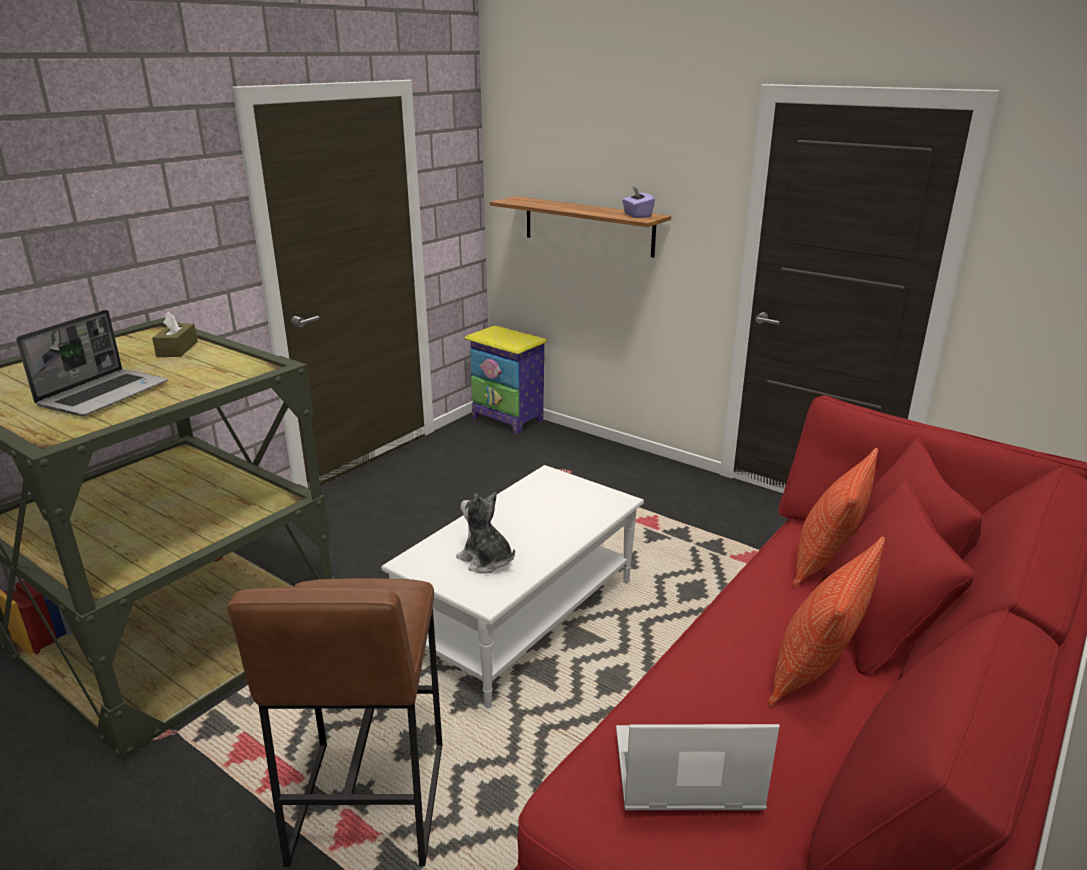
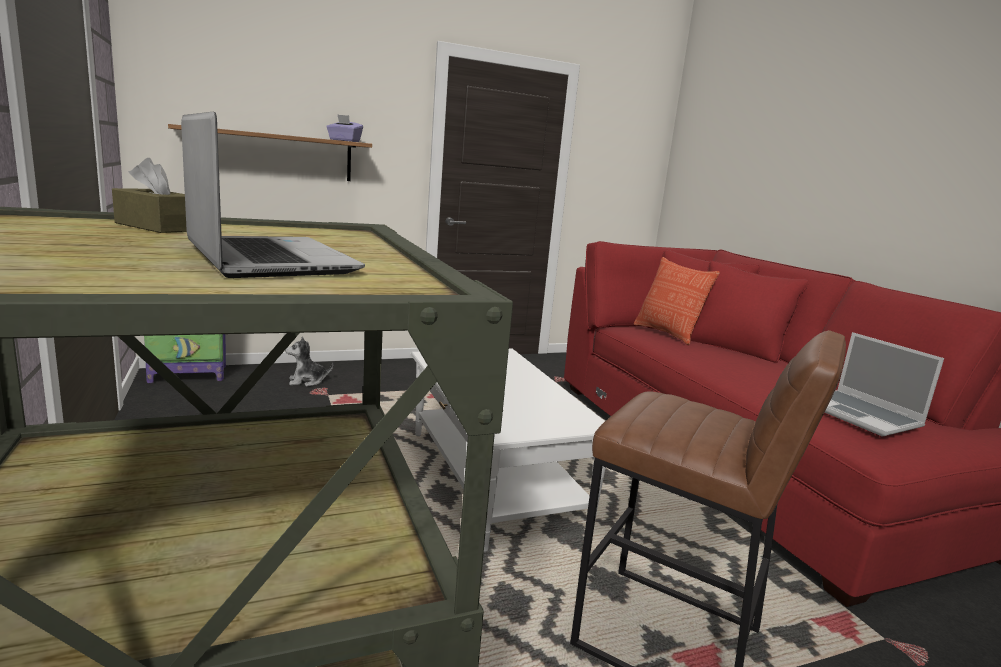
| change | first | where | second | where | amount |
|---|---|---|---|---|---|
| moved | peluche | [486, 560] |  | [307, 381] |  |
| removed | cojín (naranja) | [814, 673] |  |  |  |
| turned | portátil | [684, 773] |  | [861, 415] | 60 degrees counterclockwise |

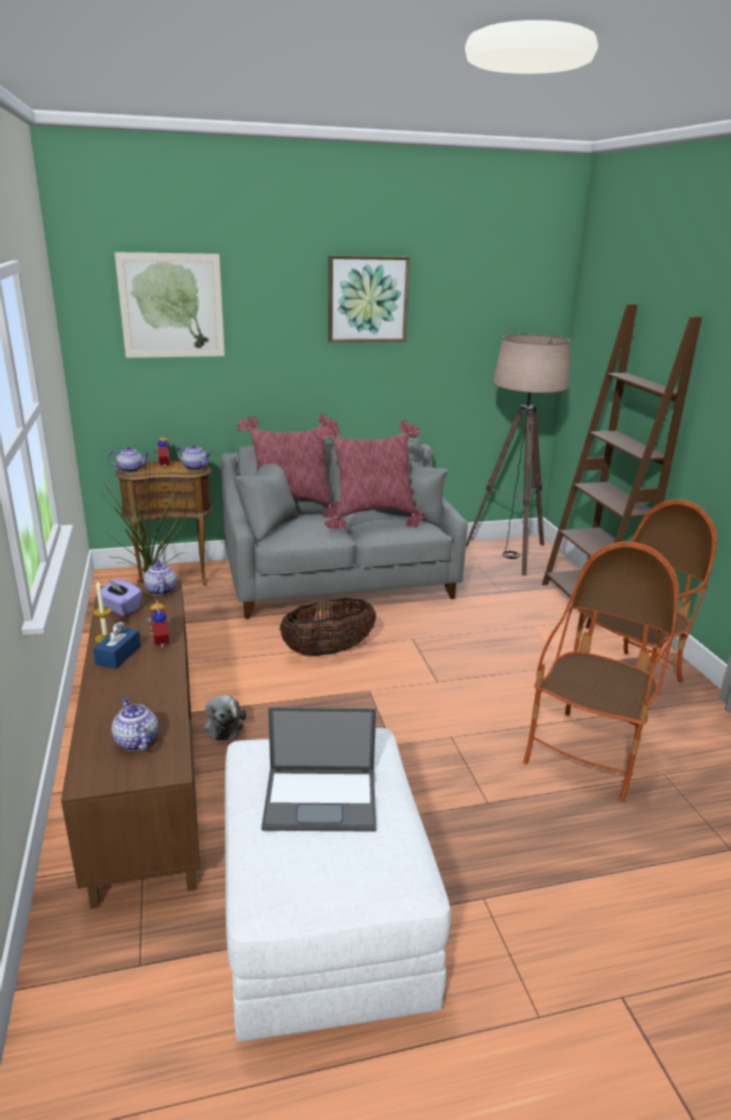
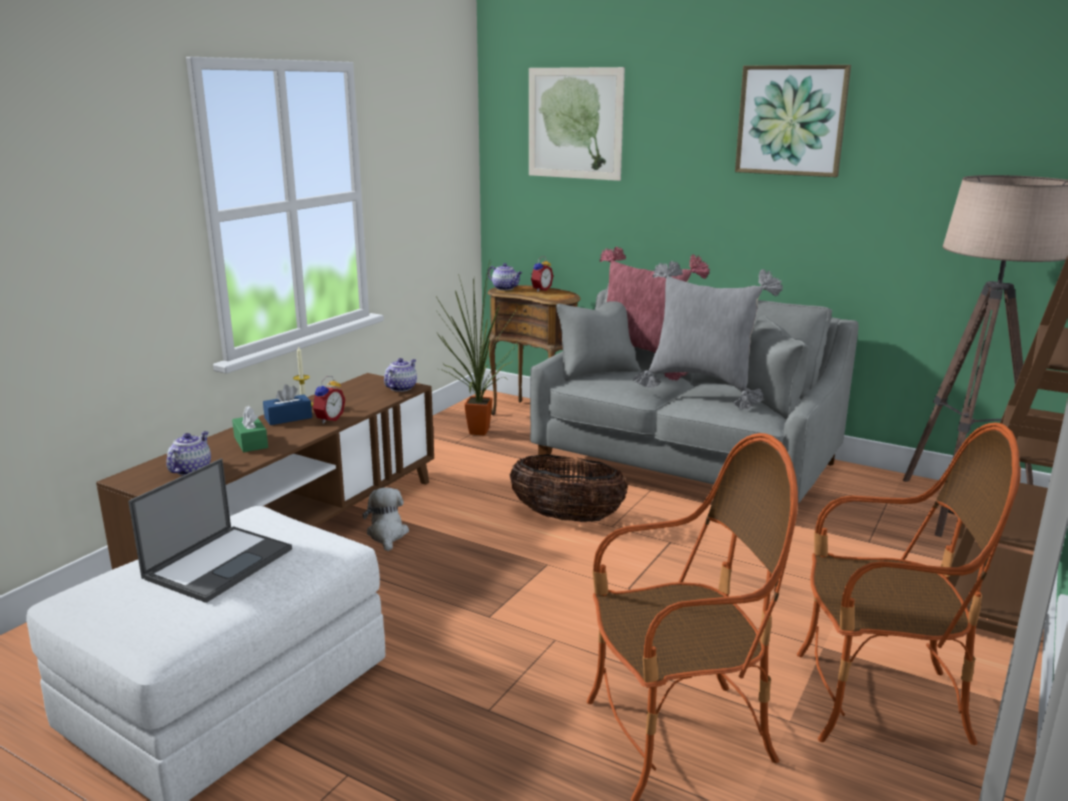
| change | first | where | second | where | amount |
|---|---|---|---|---|---|
| recoloured | cojín (rojo) | [371, 523] | cojín (gris) | [701, 394] |  |
| removed | tetera | [195, 467] |  |  |  |
| removed | caja de pañuelos (morado) | [120, 608] |  |  |  |
| turned | peluche | [224, 725] |  | [387, 534] | 135 degrees clockwise |
| turned | portátil | [322, 798] |  | [219, 562] | 105 degrees counterclockwise |
| added |  |  | caja de pañuelos (verde) | [251, 442] |  |

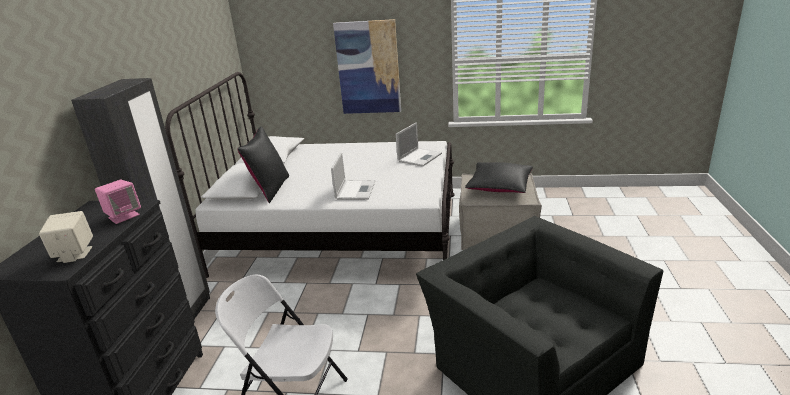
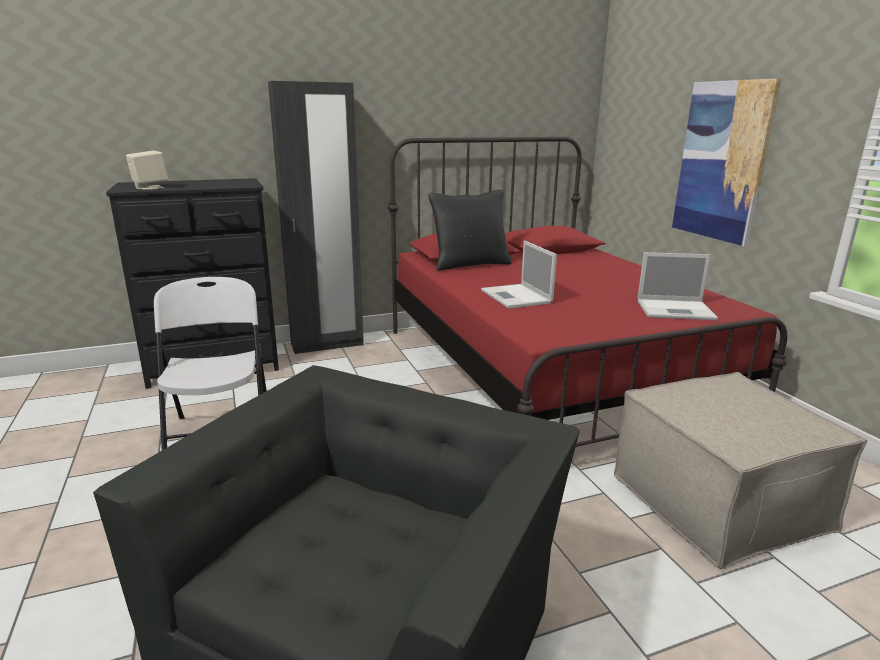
| change | first | where | second | where | amount |
|---|---|---|---|---|---|
| recoloured | cama (blanco) | [341, 232] | cama (rojo) | [549, 371] |  |
| turned | portátil | [355, 190] |  | [517, 297] | 90 degrees clockwise |
| removed | cojín (negro) | [499, 186] |  |  |  |
| removed | altavoz (rosa) | [124, 216] |  |  |  |

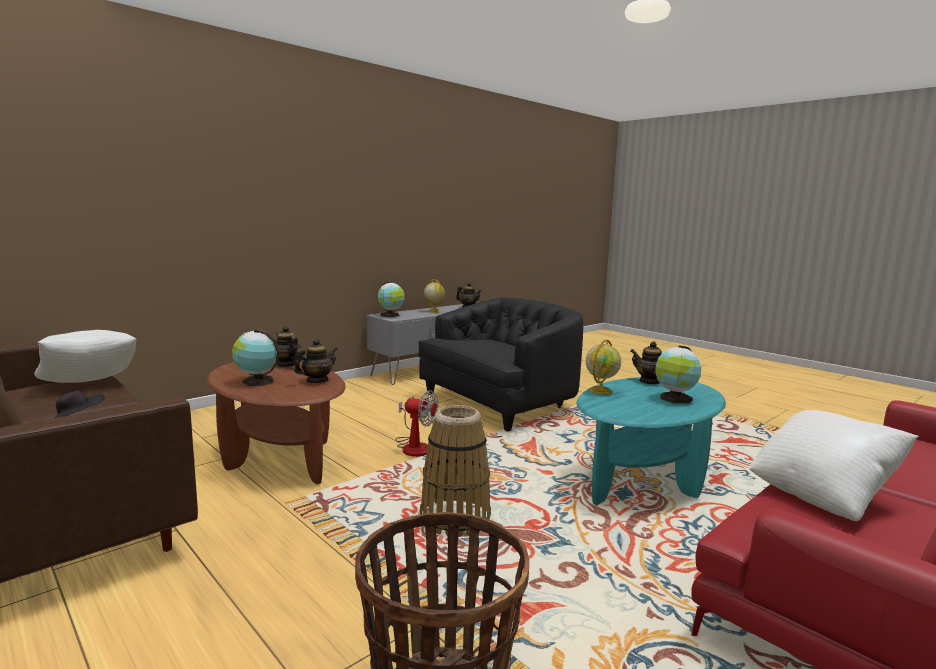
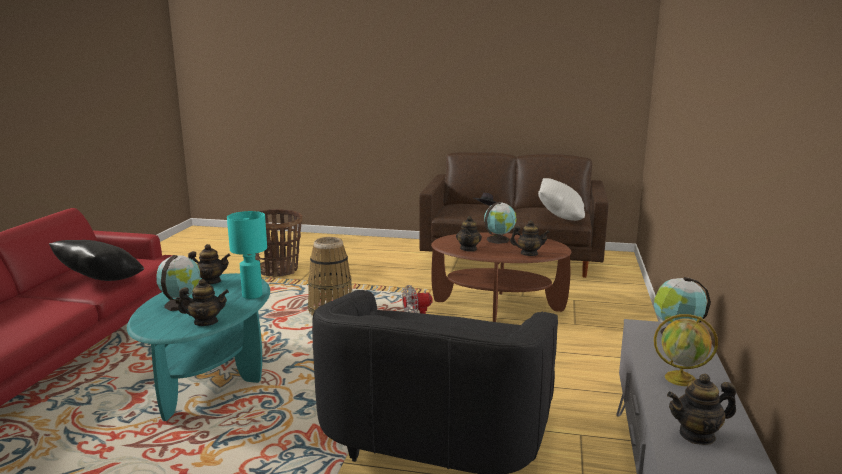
| change | first | where | second | where | amount |
|---|---|---|---|---|---|
| replaced | globo terráqueo | [600, 391] | lámpara de mesa (turquesa) | [252, 295] |  |
| recoloured | cojín (blanco) | [822, 494] | cojín (negro) | [101, 282] |  |
| added |  |  | tetera | [210, 282] |  |

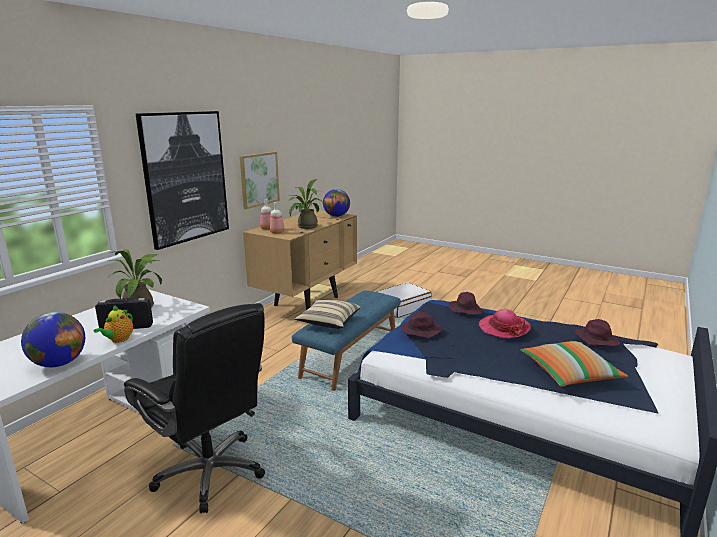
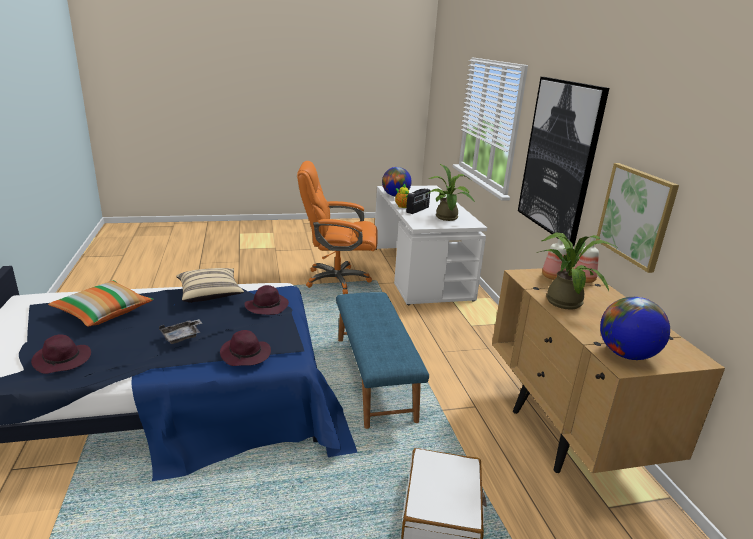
| change | first | where | second | where | amount |
|---|---|---|---|---|---|
| moved | cojín (beis) | [328, 322] |  | [210, 294] |  |
| recoloured | silla de oficina (negro) | [208, 470] | silla de oficina (naranja) | [338, 280] |  |
| replaced | sombrero | [503, 328] | bandeja (gris) | [182, 336] |  |

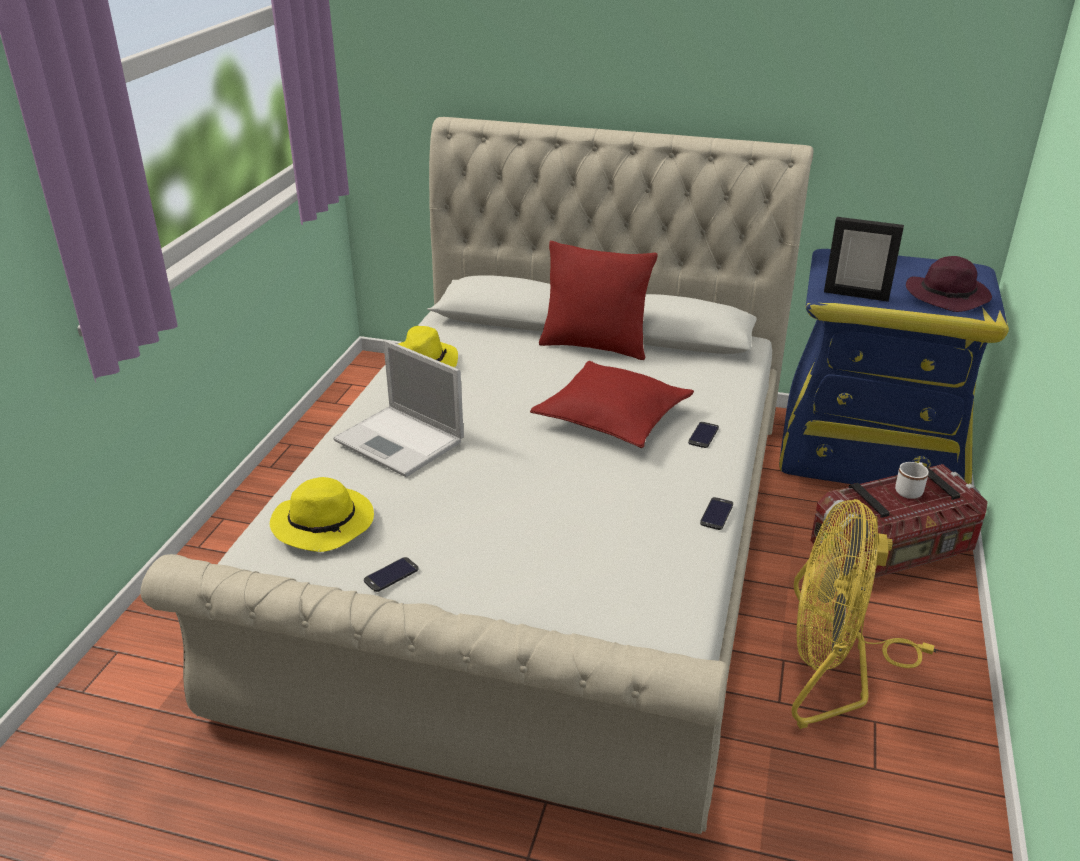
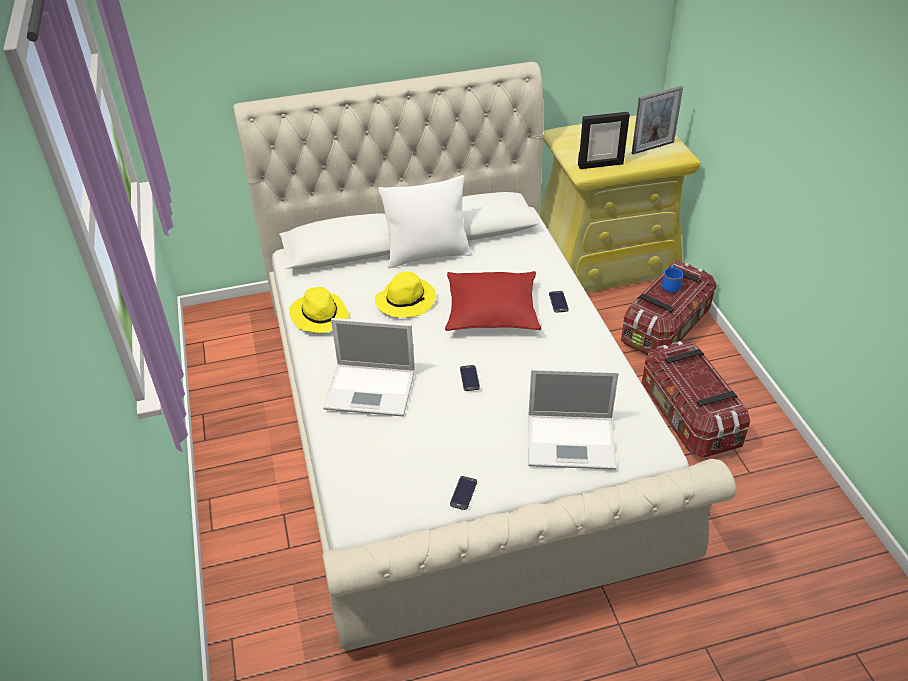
| change | first | where | second | where | amount |
|---|---|---|---|---|---|
| recoloured | cojín (rojo) | [594, 346] | cojín (blanco) | [427, 255] |  |
| recoloured | mesita de noche (azul) | [872, 456] | mesita de noche (amarillo) | [607, 261] |  |
| replaced | sombrero (morado) | [948, 296] | portarretratos | [652, 147] |  |
| recoloured | taza grande (blanco) | [910, 490] | taza grande (azul) | [670, 286] |  |
| moved | sombrero (amarillo) | [325, 523] |  | [406, 300] |  |
| moved | móvil | [716, 514] |  | [469, 378] |  |
| replaced | ventilador (amarillo) | [837, 663] | caja de almacenaje | [687, 416] |  |
| added |  |  | portátil | [572, 441] |  |

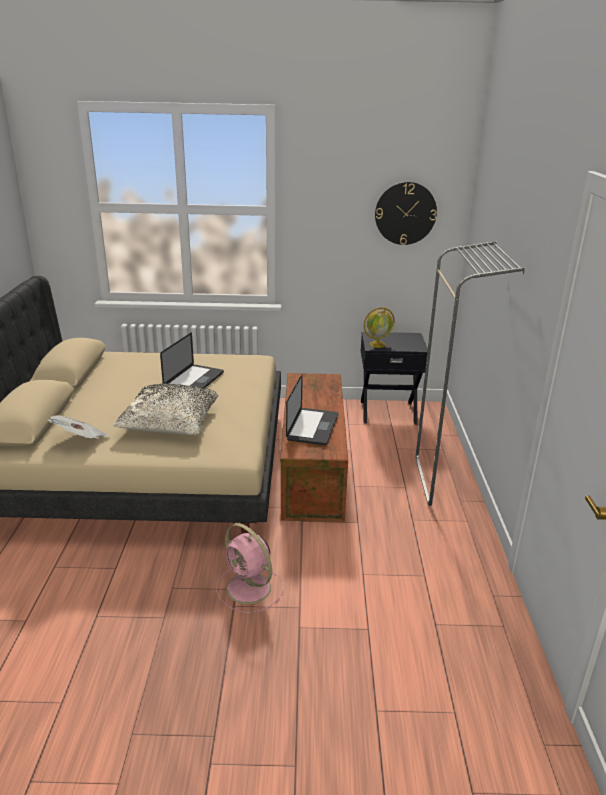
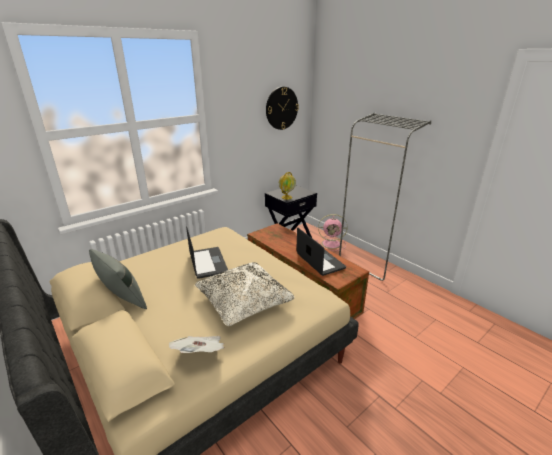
| change | first | where | second | where | amount |
|---|---|---|---|---|---|
| moved | ventilador (rosa) | [250, 589] |  | [332, 244] |  |
| added |  |  | cojín (gris) | [123, 301] |  |

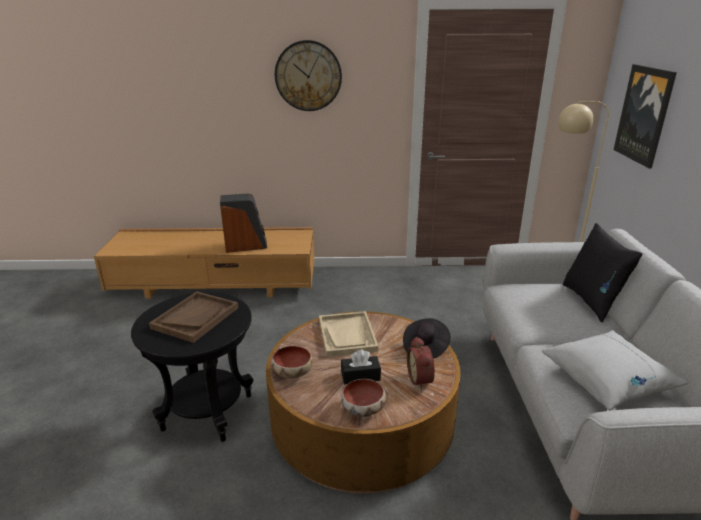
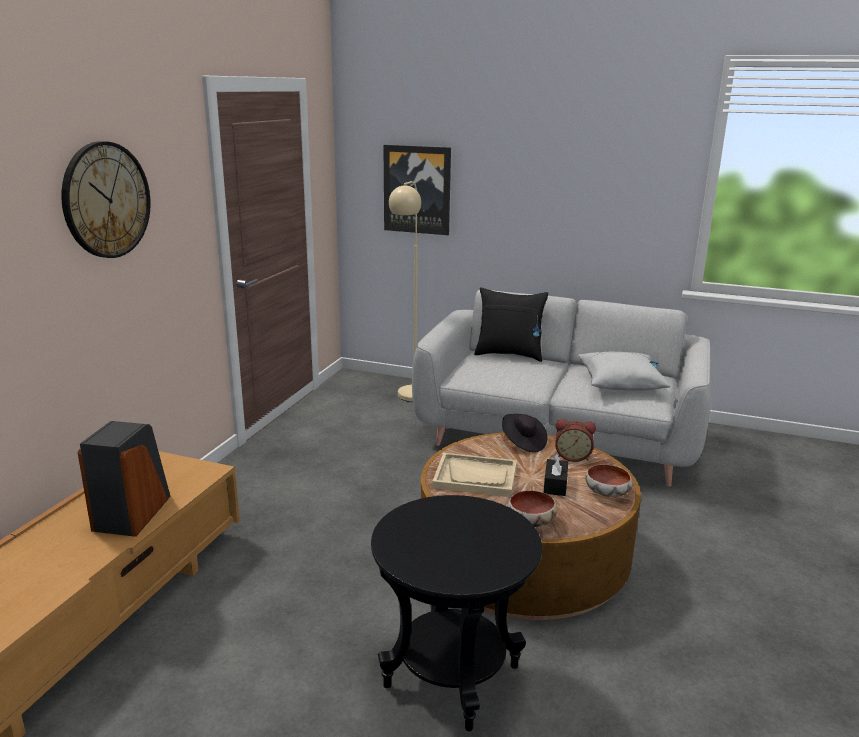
| change | first | where | second | where | amount |
|---|---|---|---|---|---|
| removed | bandeja (marrón) | [195, 318] |  |  |  |

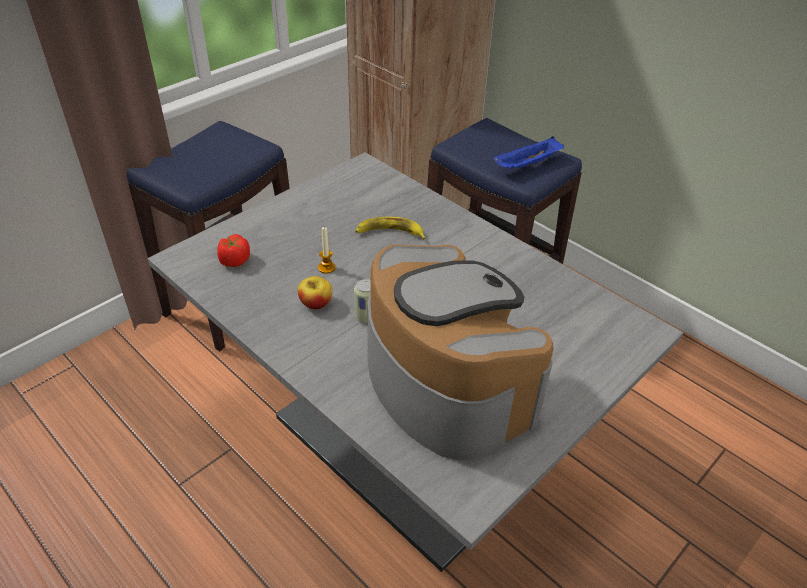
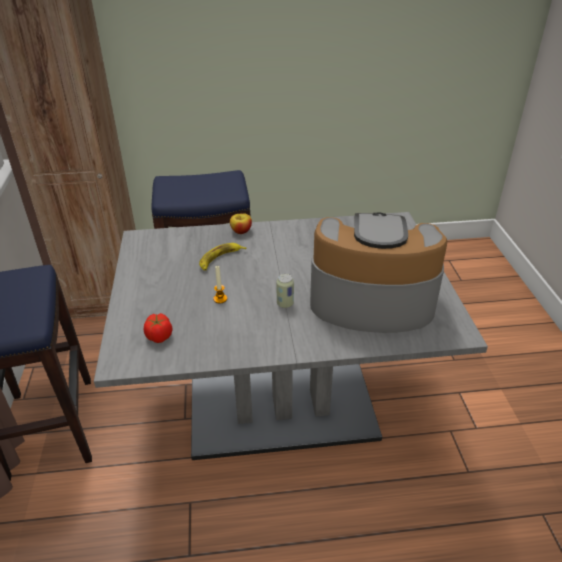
| change | first | where | second | where | amount |
|---|---|---|---|---|---|
| removed | bandeja (azul) | [527, 165] |  |  |  |
| moved | manzana | [316, 303] |  | [241, 231] |  |

